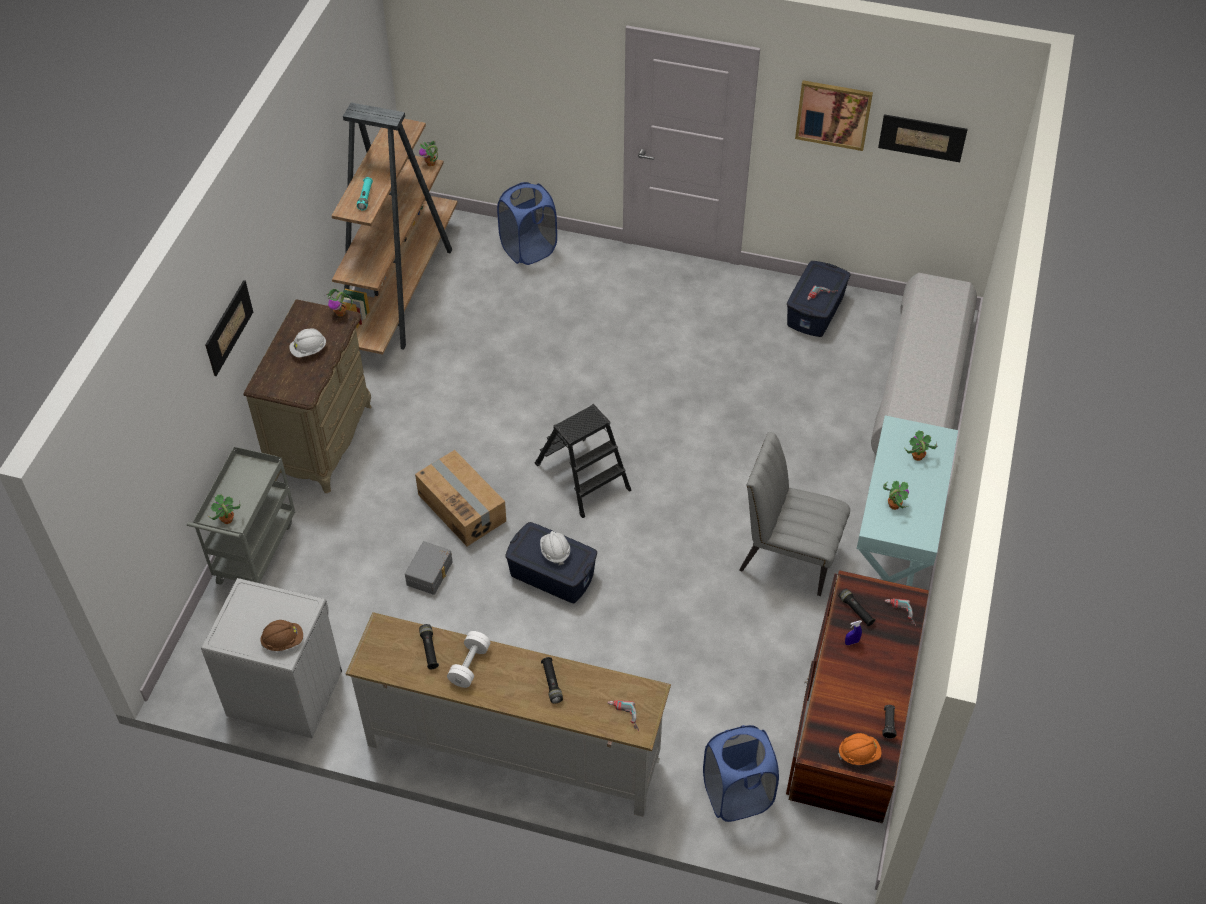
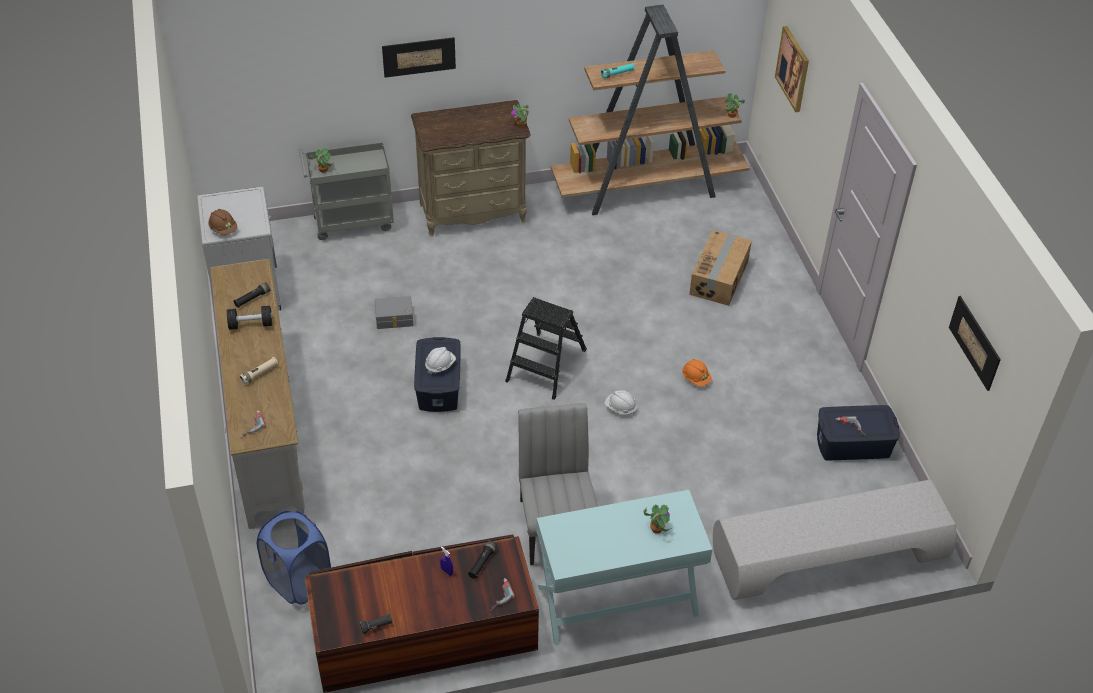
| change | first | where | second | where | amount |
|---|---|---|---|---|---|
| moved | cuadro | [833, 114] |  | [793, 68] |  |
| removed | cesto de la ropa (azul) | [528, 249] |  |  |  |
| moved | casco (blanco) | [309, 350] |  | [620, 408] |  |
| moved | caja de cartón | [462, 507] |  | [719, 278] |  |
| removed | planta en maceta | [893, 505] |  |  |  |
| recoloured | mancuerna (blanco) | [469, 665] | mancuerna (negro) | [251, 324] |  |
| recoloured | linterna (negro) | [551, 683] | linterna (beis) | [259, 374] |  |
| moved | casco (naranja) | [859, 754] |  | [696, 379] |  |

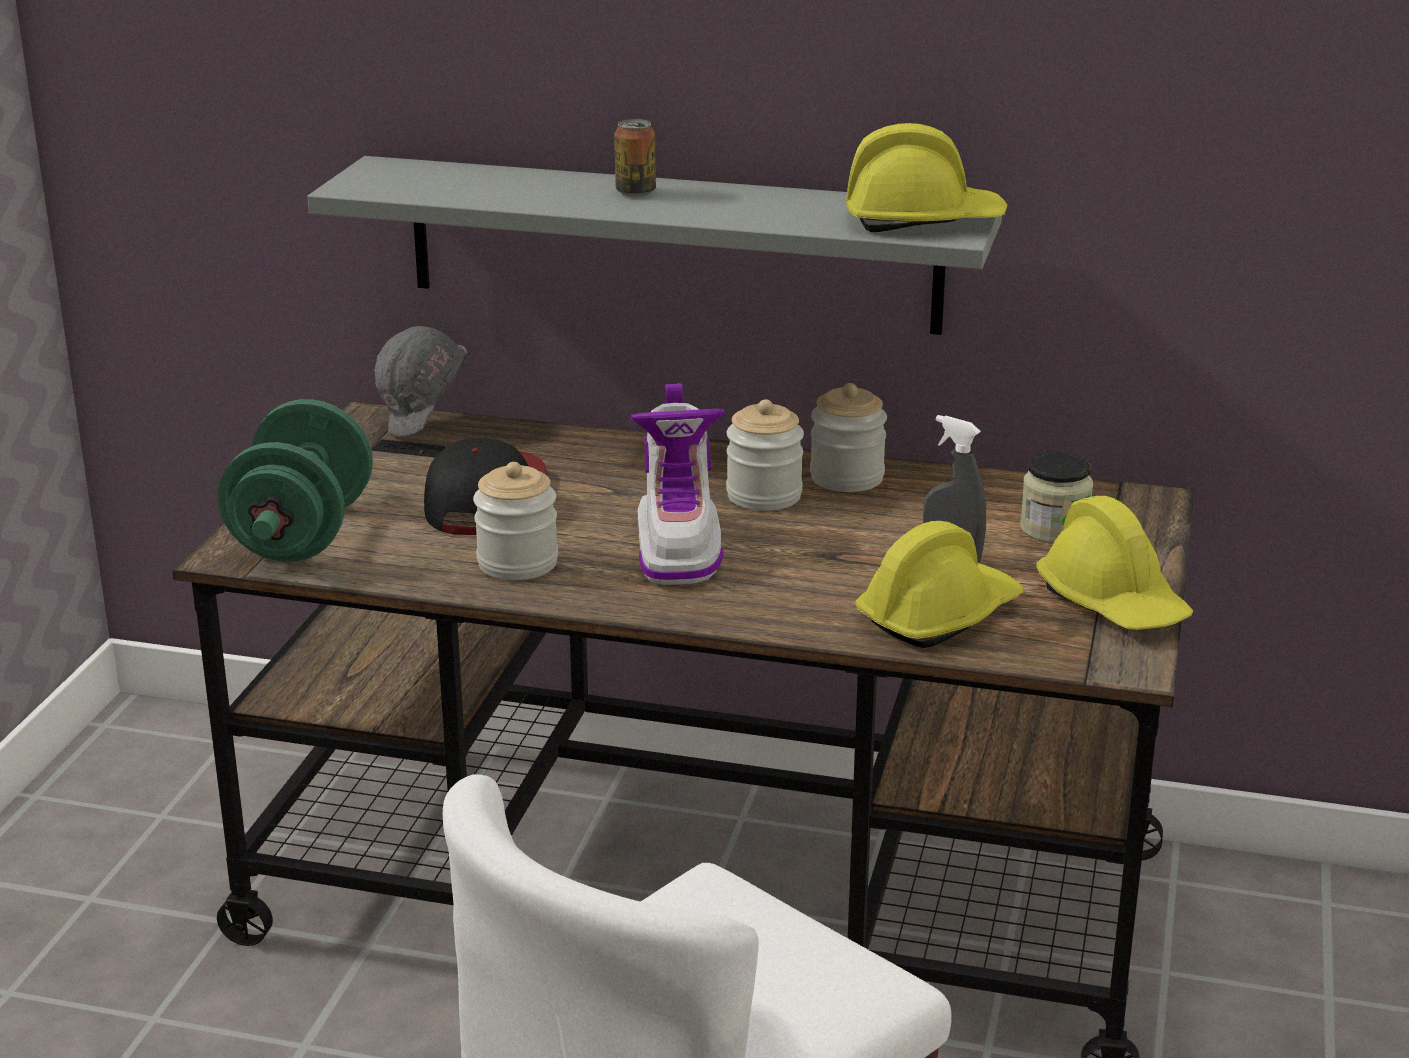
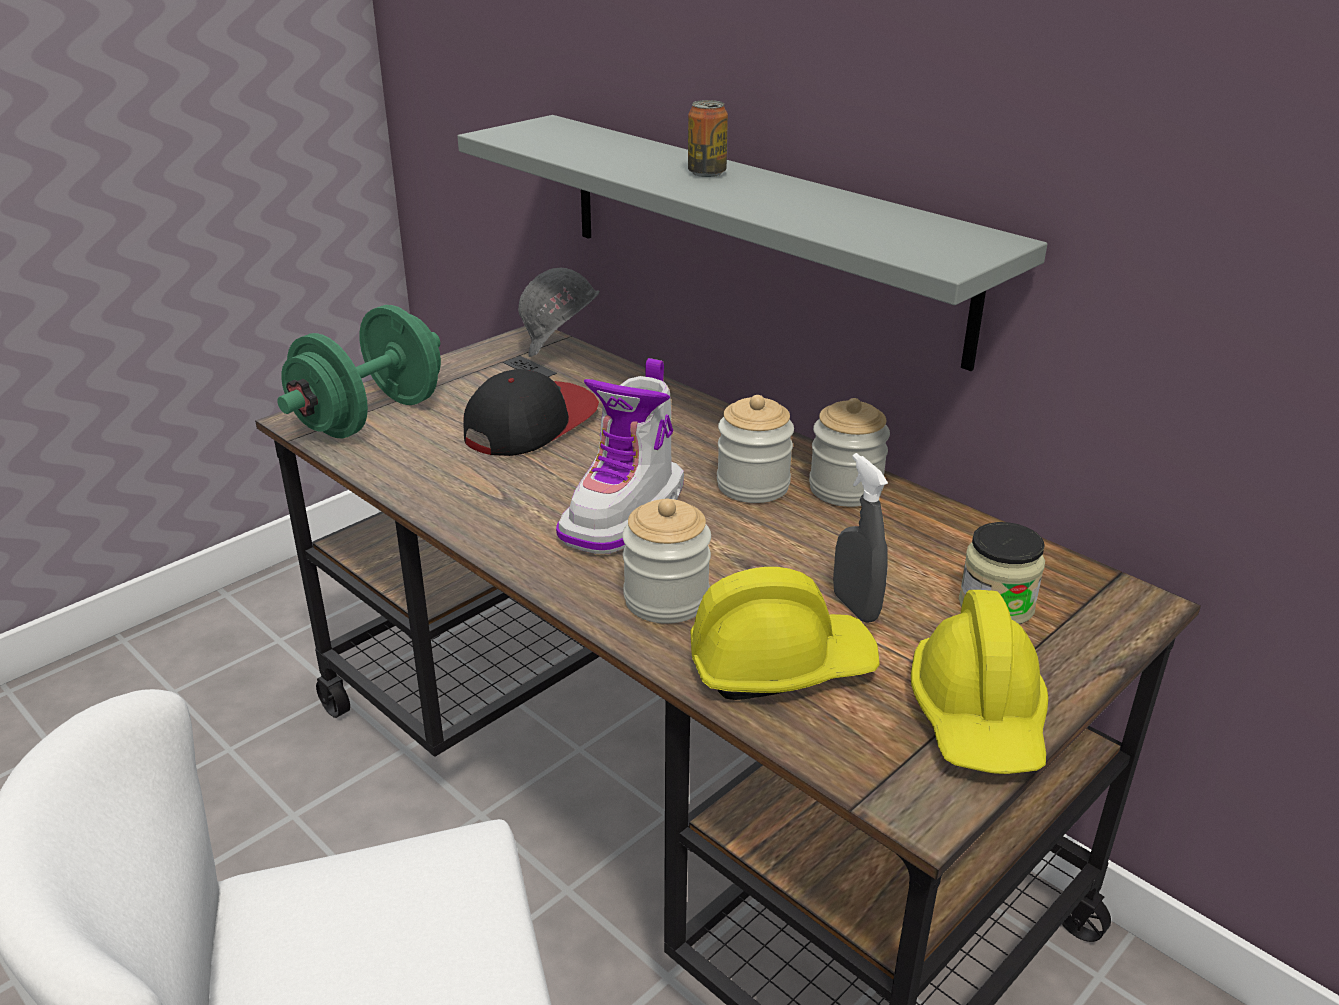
| change | first | where | second | where | amount |
|---|---|---|---|---|---|
| removed | casco (amarillo) | [922, 221] |  |  |  |
| moved | tarro | [517, 563] |  | [666, 599] |  |

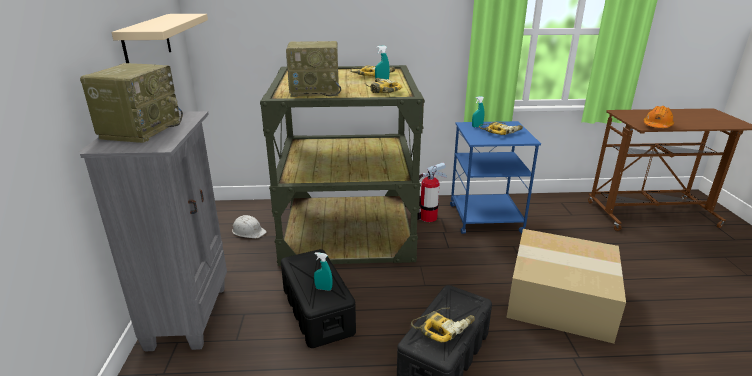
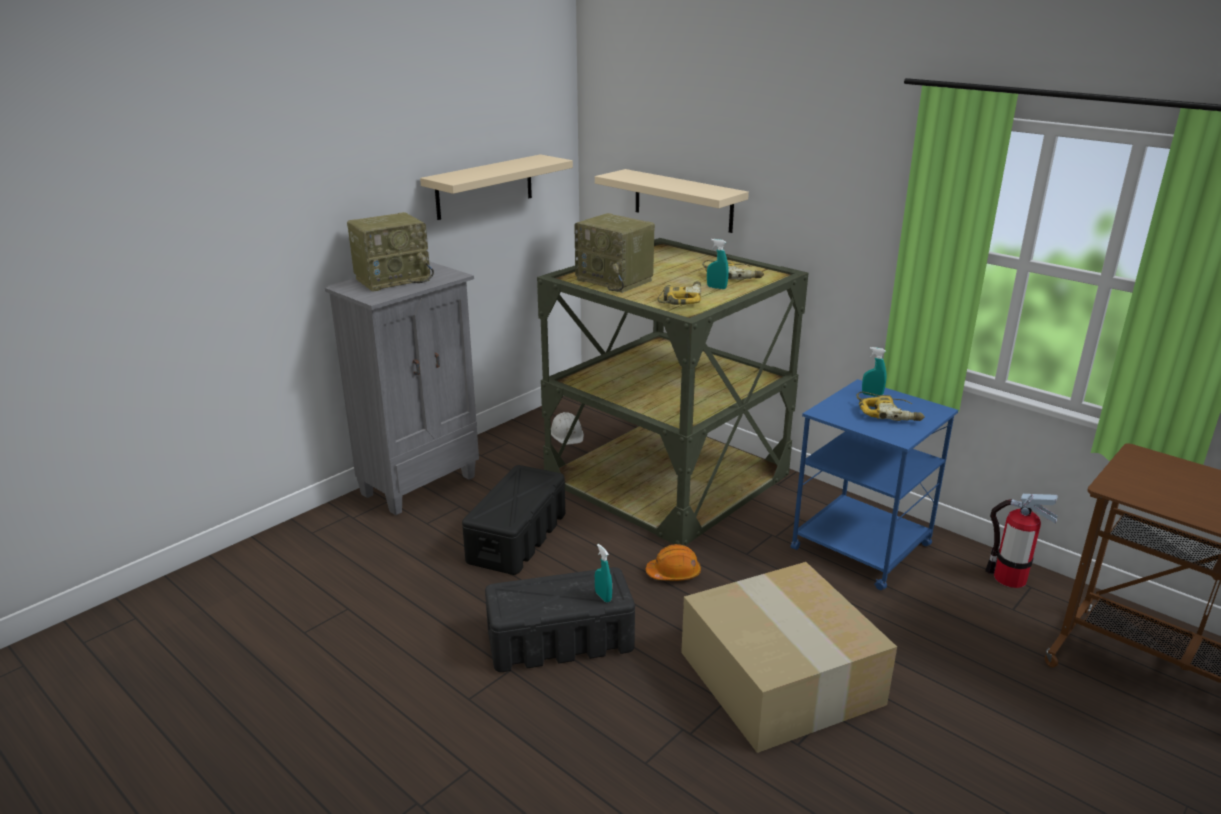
| change | first | where | second | where | amount |
|---|---|---|---|---|---|
| moved | casco (naranja) | [657, 126] |  | [674, 573] |  |
| moved | extintor | [428, 217] |  | [1009, 578] |  |
| moved | pulverizador (turquesa) | [323, 288] |  | [603, 597] |  |
| removed | taladro | [443, 327] |  |  |  |
| added |  |  | estante (beis) | [683, 200] |  |

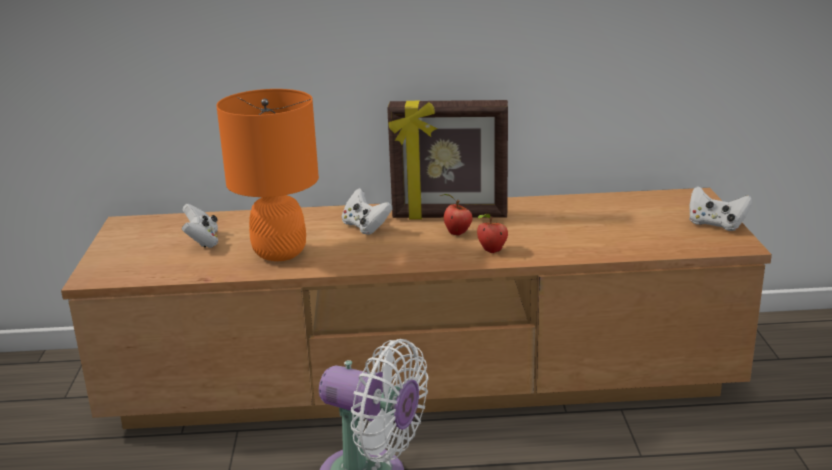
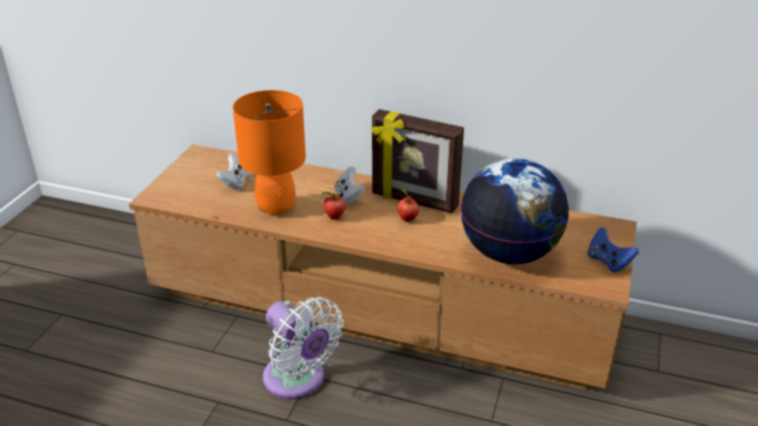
| change | first | where | second | where | amount |
|---|---|---|---|---|---|
| recoloured | mando de consola (blanco) | [716, 224] | mando de consola (azul) | [608, 262] |  |
| moved | manzana | [492, 251] |  | [334, 217] |  |
| added |  |  | globo terráqueo | [509, 253] |  |

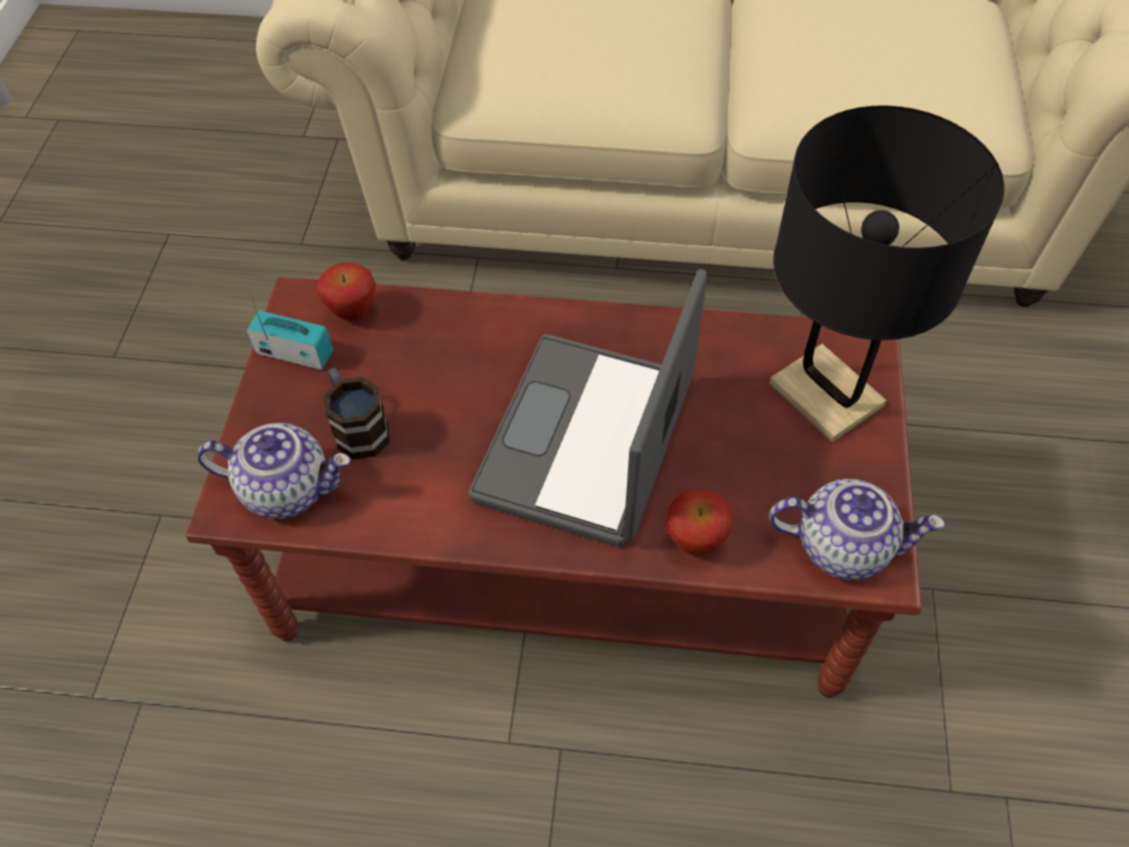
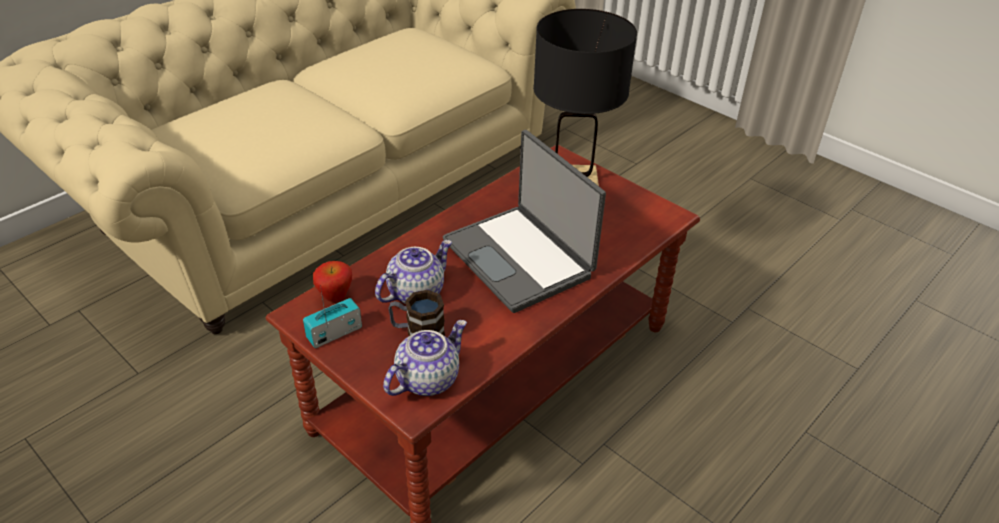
| change | first | where | second | where | amount |
|---|---|---|---|---|---|
| moved | tetera | [844, 545] |  | [416, 292] |  |
| removed | manzana | [694, 542] |  |  |  |

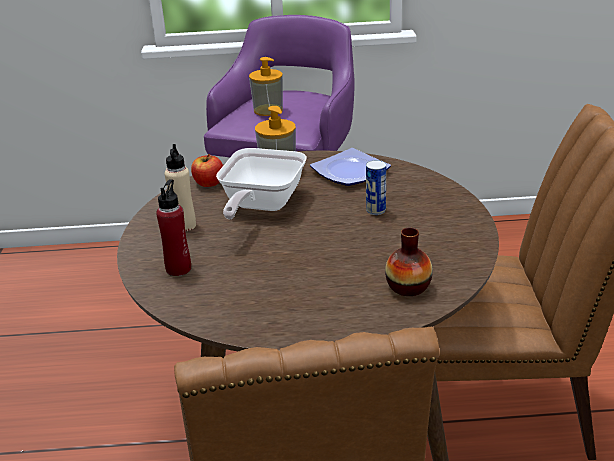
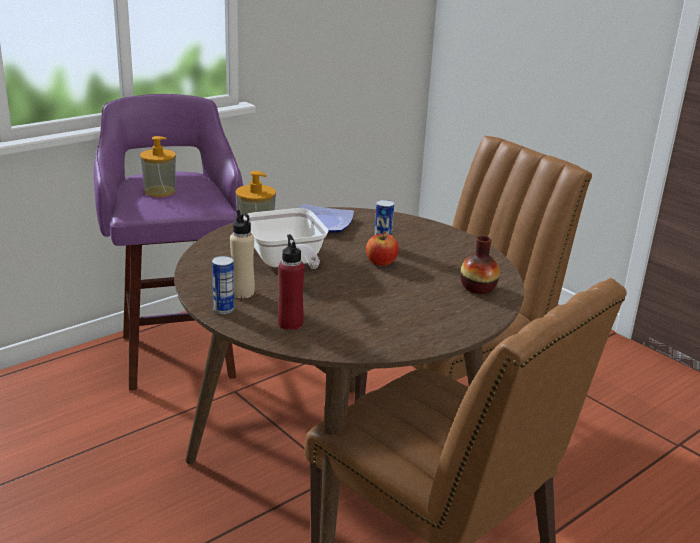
| change | first | where | second | where | amount |
|---|---|---|---|---|---|
| moved | manzana | [209, 183] |  | [381, 262] |  |
| added |  |  | lata | [223, 309] |  |

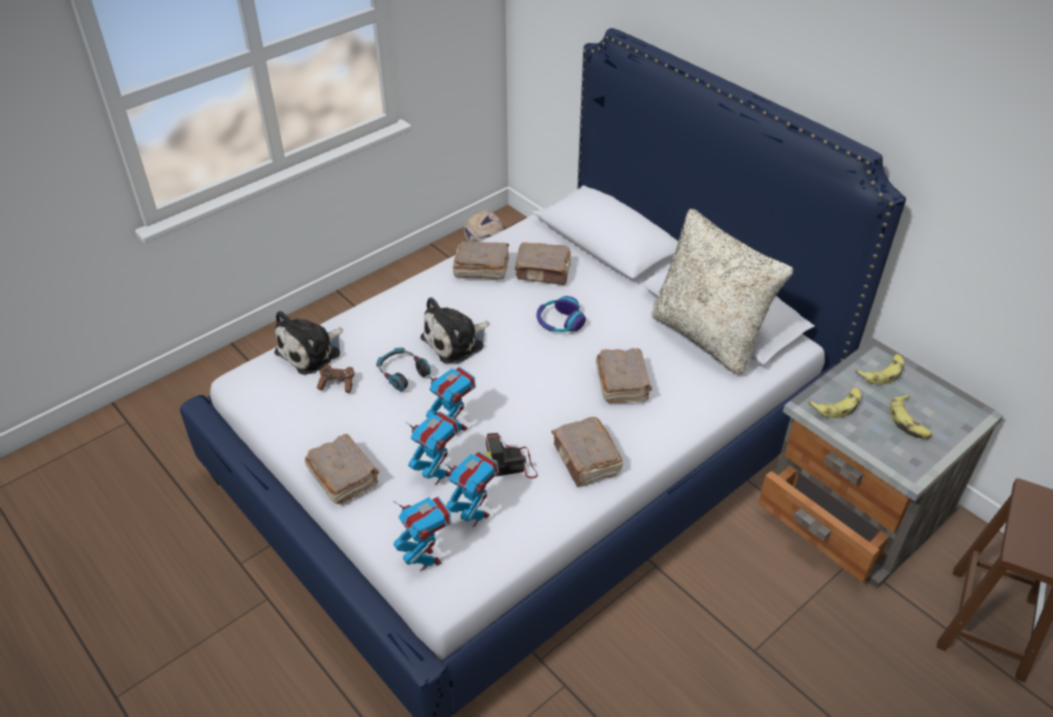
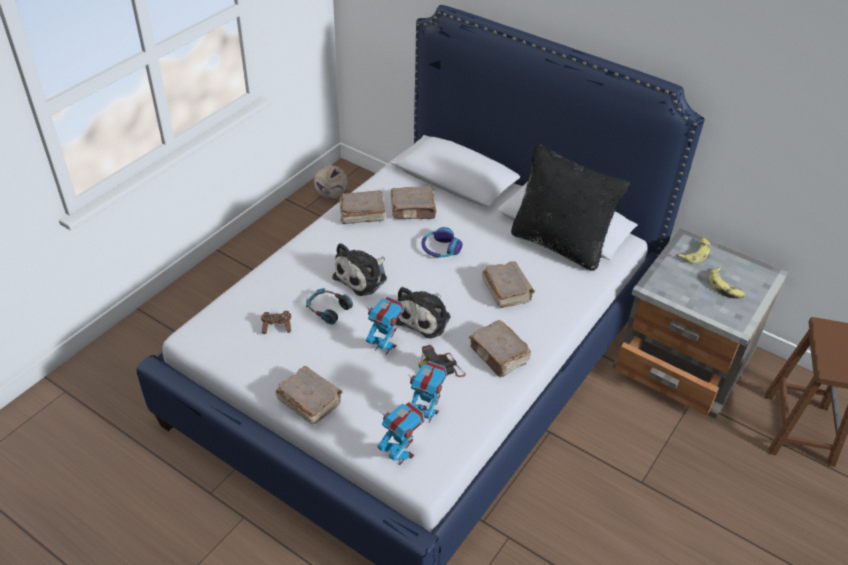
| change | first | where | second | where | amount |
|---|---|---|---|---|---|
| recoloured | cojín (beis) | [707, 340] | cojín (negro) | [559, 247] |  |
| moved | peluche | [312, 352] |  | [425, 318] |  |
| removed | plátano | [837, 405] |  |  |  |
| removed | robot de juguete | [436, 474] |  |  |  |

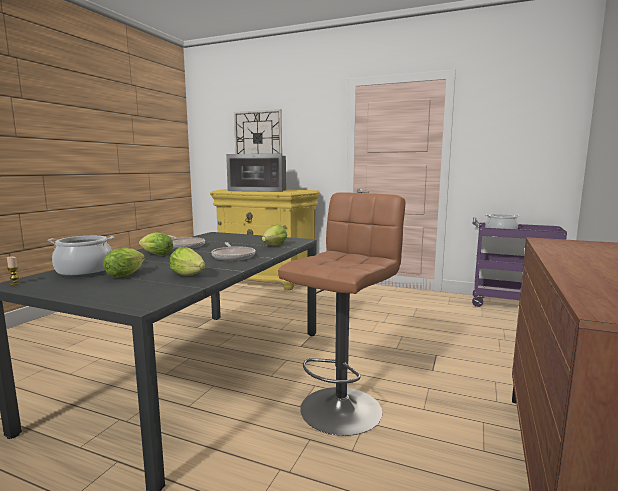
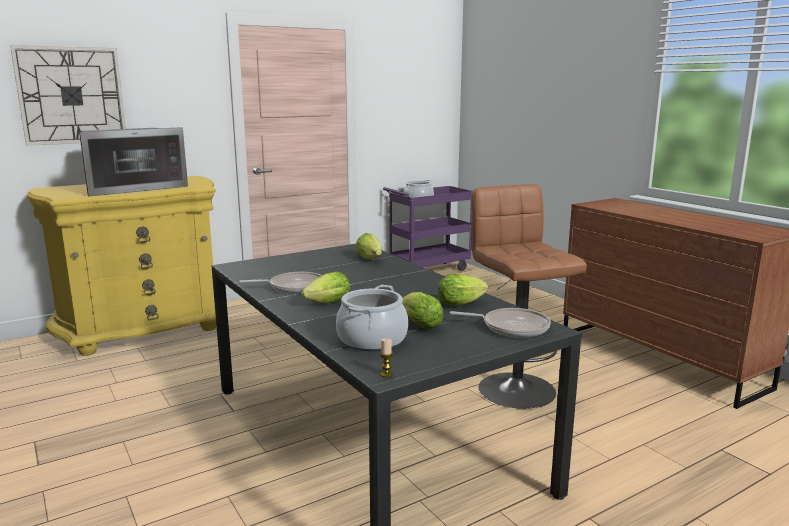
| change | first | where | second | where | amount |
|---|---|---|---|---|---|
| moved | sartén | [233, 256] |  | [511, 327] |  |

